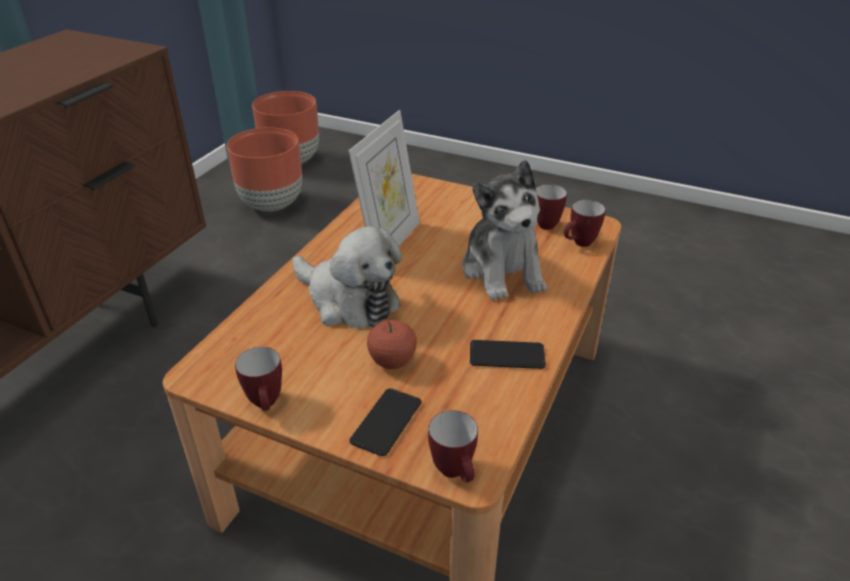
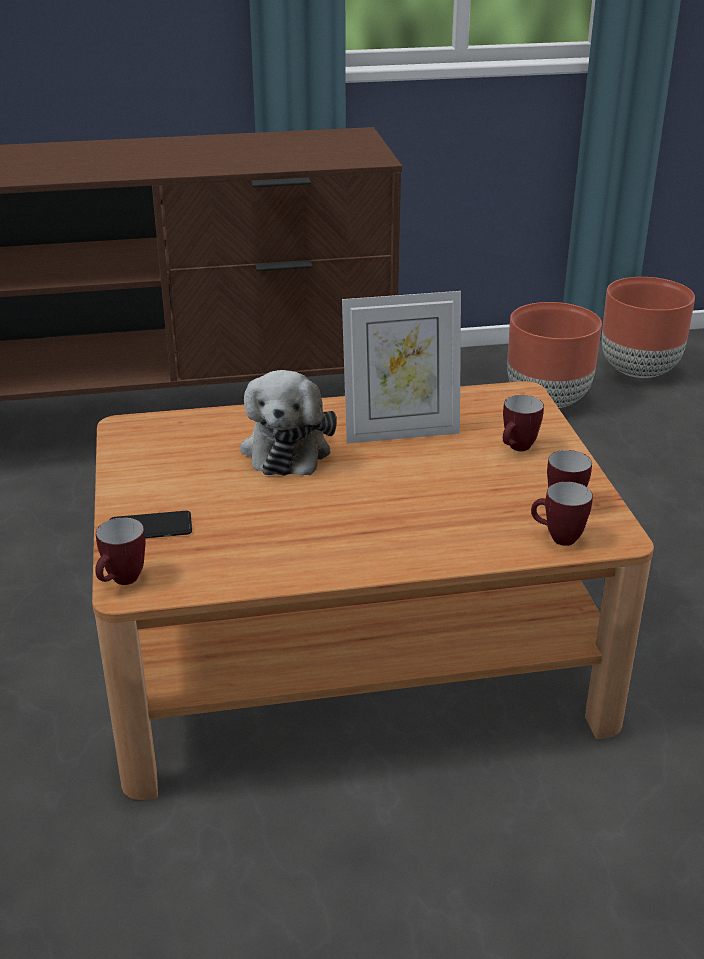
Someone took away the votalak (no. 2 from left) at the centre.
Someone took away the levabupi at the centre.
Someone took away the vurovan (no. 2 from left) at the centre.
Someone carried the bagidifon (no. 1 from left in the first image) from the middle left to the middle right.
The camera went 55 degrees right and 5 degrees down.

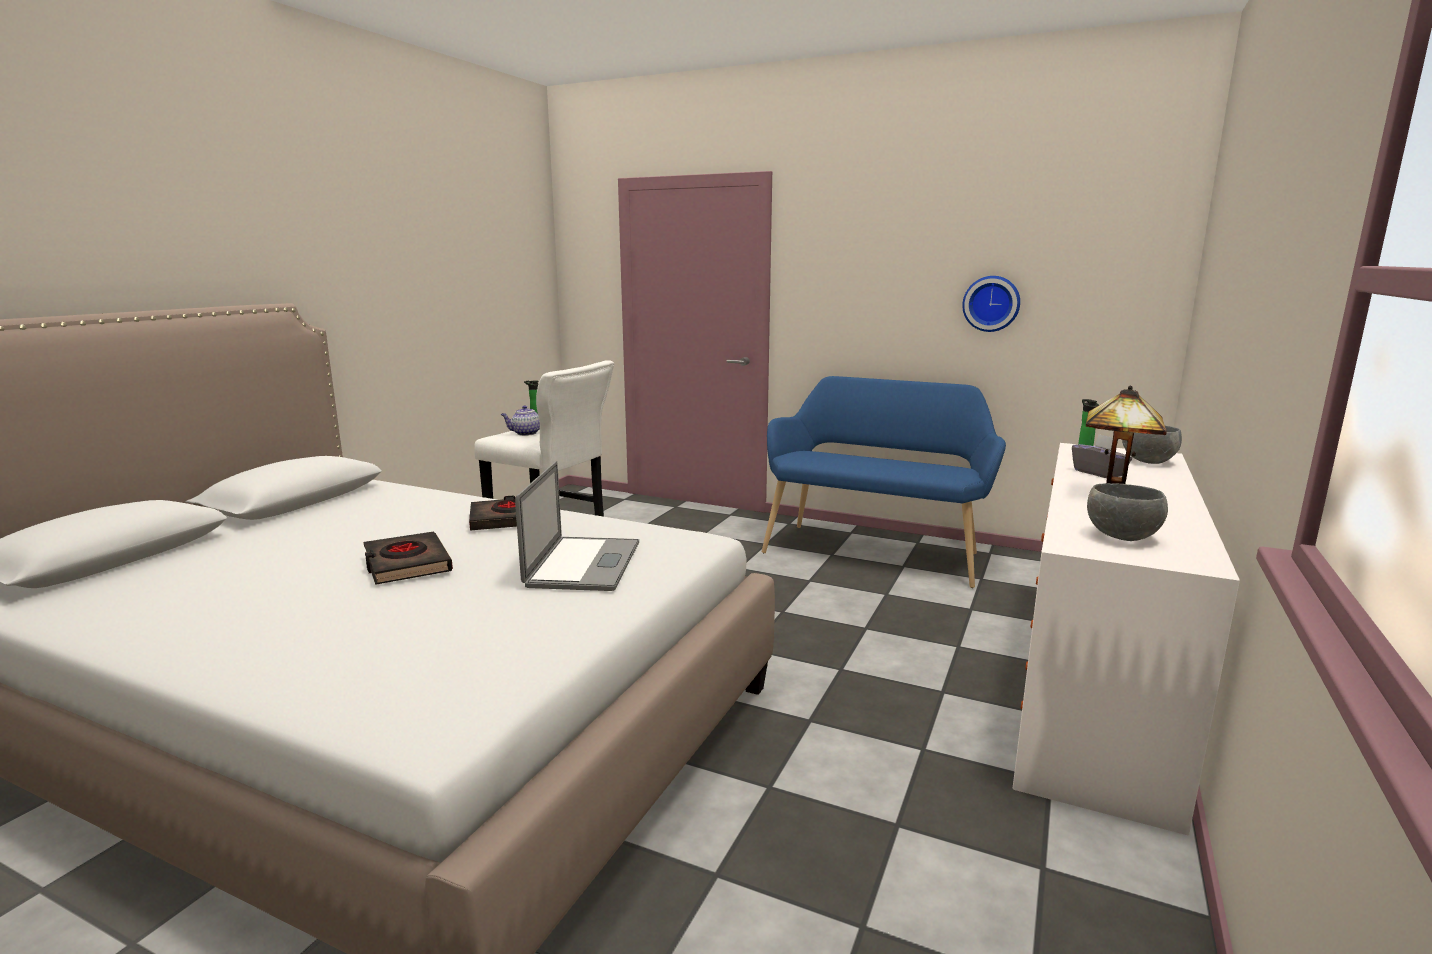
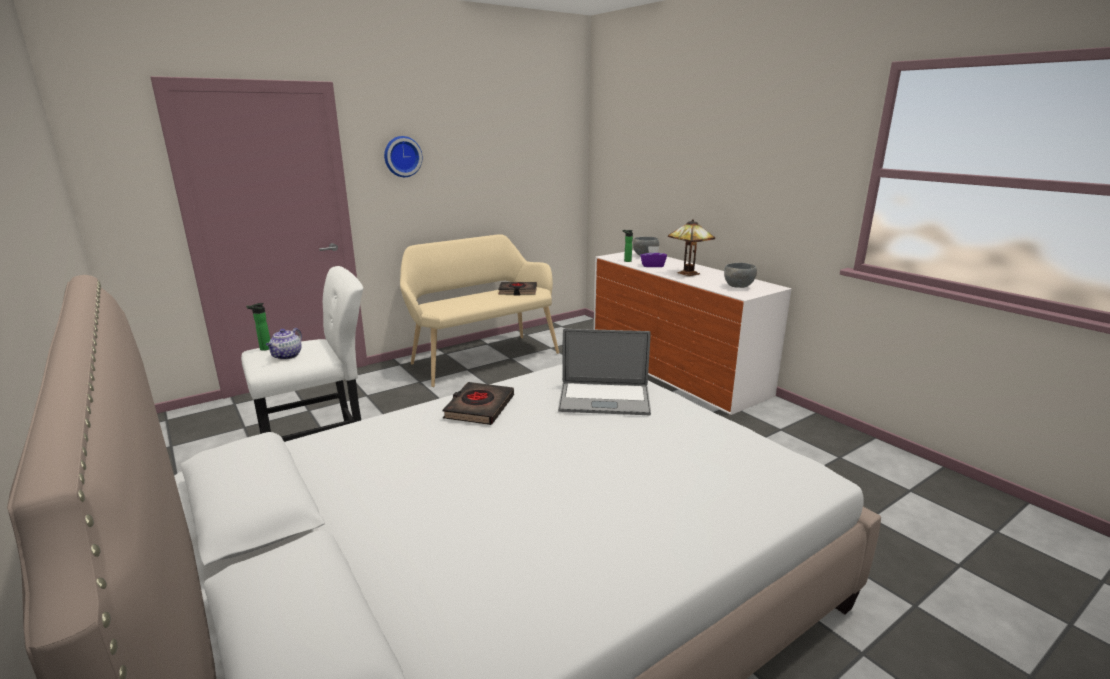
Someone carried the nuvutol from the top right to the top centre.
Someone repainted the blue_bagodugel at the centre, which became the beige_bagodugel at the centre.
Someone repainted the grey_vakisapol at the middle right, which became the purple_vakisapol at the centre.
Someone rotated the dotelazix at the centre by 150 degrees clockwise.
Someone carried the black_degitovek (no. 1 from left in the first image) from the middle left to the centre.
The camera went 60 degrees left and 5 degrees up.

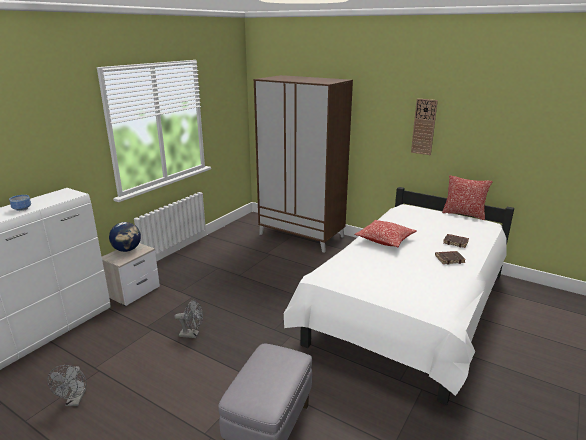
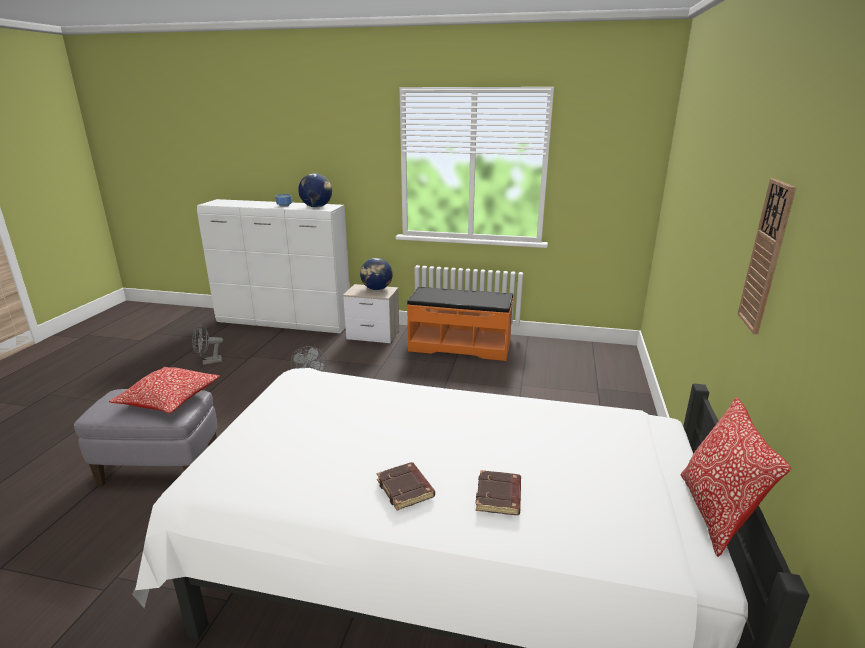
Someone took away the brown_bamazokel at the centre.
Someone carried the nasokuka (no. 1 from left) from the centre to the middle left.
Someone put down the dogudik (no. 1 from left) at the top centre.
Someone put down the orange_bagodugel at the centre.
The camera went 70 degrees right and 0 degrees up.

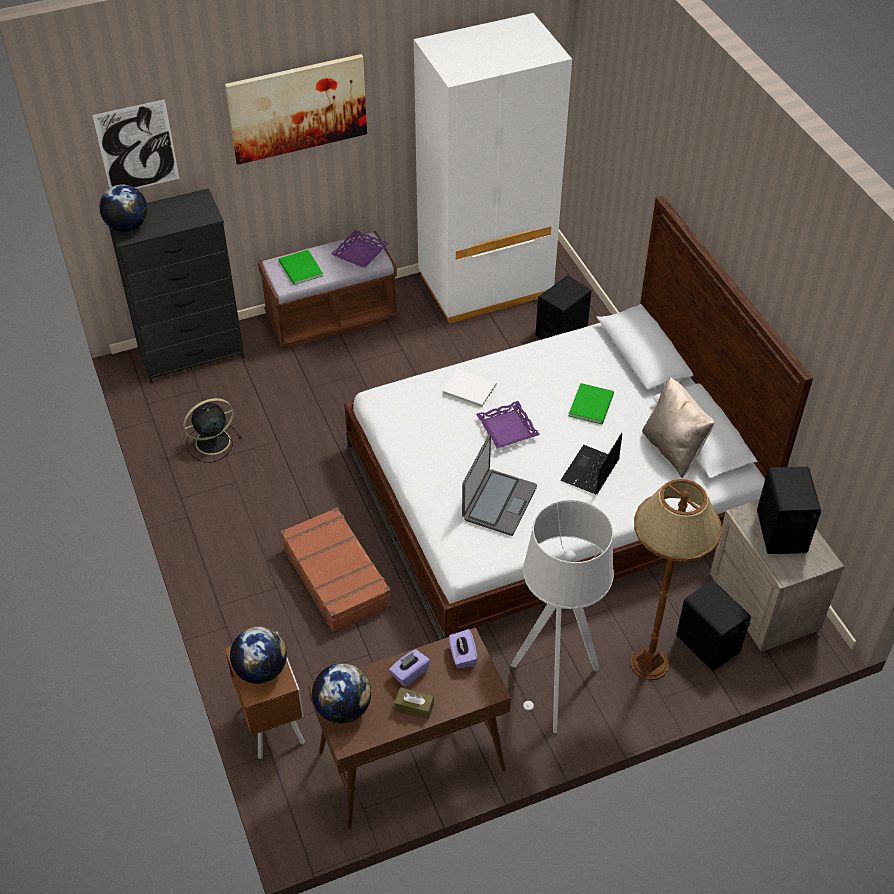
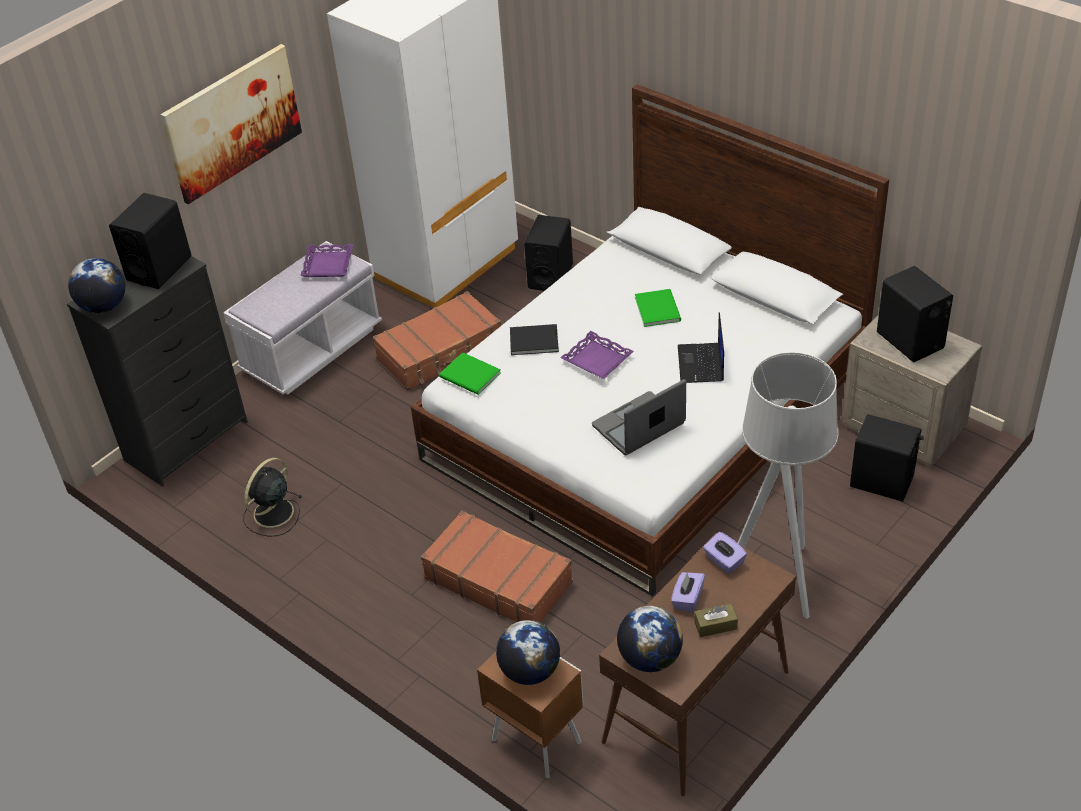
Someone took away the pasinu (no. 1 from left) at the top left.
Someone repainted the brown_bagodugel at the top centre, which became the white_bagodugel at the middle left.
Someone carried the green_degitovek (no. 1 from left) from the top centre to the centre.
Someone repainted the white_degitovek at the centre, which became the black_degitovek at the centre.
Someone took away the beige_nasokuka at the middle right.
Someone rotated the dotelazix (no. 1 from left) at the centre by 120 degrees counterclockwise.
Someone took away the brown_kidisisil at the middle right.
Someone put down the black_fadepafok (no. 1 from left) at the top left.
Someone put down the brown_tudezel (no. 1 from left) at the centre.
The camera went 25 degrees left and 5 degrees down.

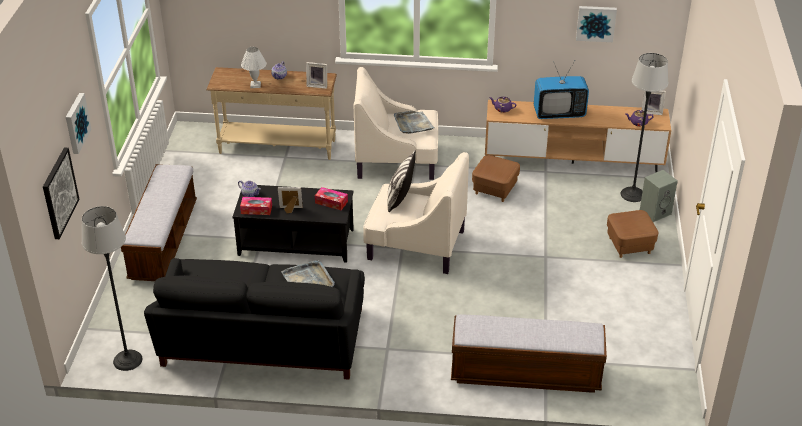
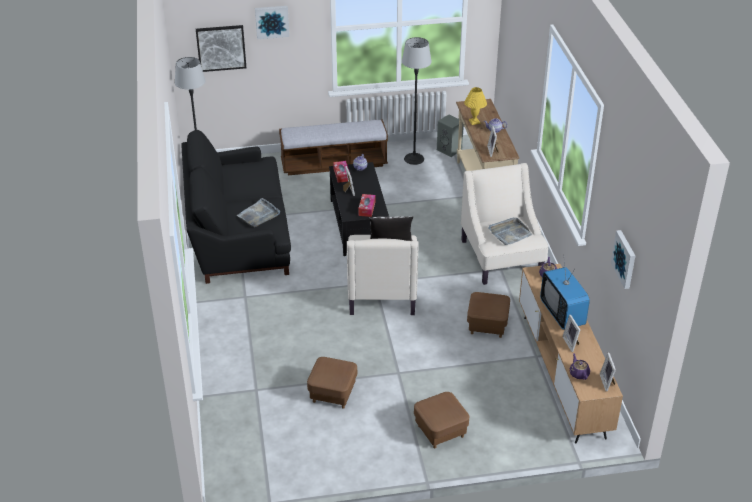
Someone repainted the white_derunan at the top left, which became the yellow_derunan at the top centre.
Someone carried the kidisisil (no. 2 from left) from the top right to the top centre.
Someone carried the grey_fadepafok from the middle right to the top centre.
Someone took away the bagodugel (no. 2 from left) at the bottom centre.
Someone put down the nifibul (no. 3 from left) at the middle right.
Someone put down the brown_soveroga (no. 1 from left) at the bottom centre.
The camera went 75 degrees right and 0 degrees up.

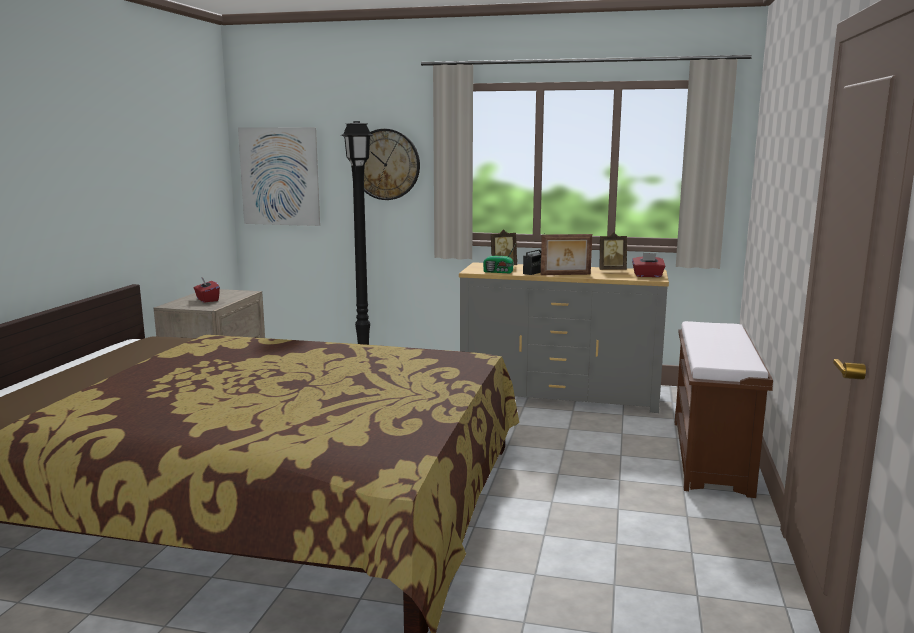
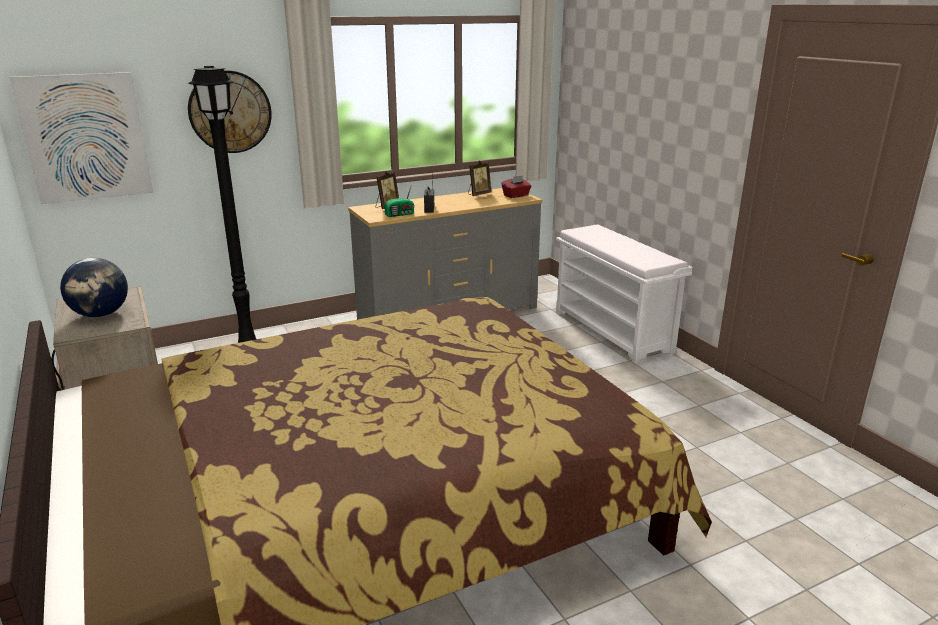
Someone took away the nifibul (no. 2 from left) at the centre.
Someone swapped the red_vakisapol (no. 1 from left) at the middle left for the dogudik at the middle left.
Someone repainted the brown_bagodugel at the middle right, which became the white_bagodugel at the centre.
The camera went 40 degrees left and 10 degrees up.

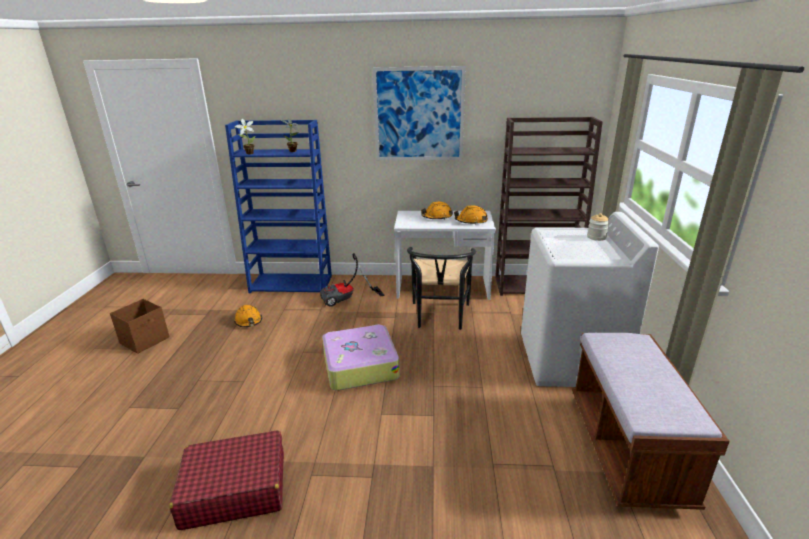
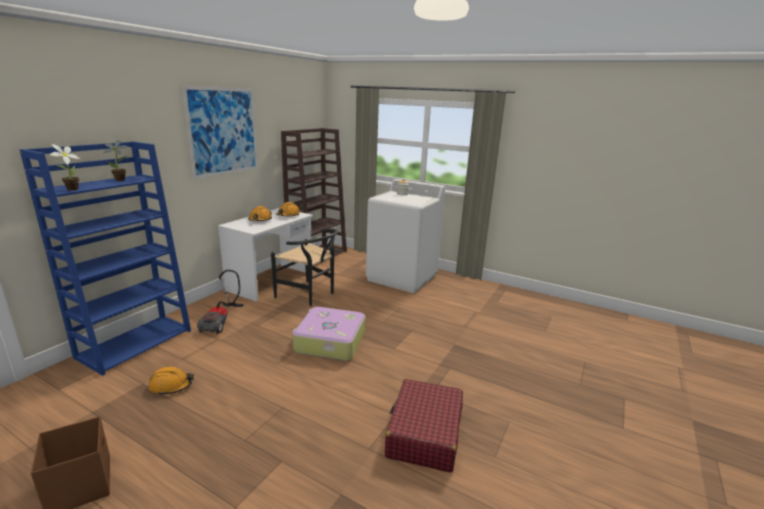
Someone took away the brown_bagodugel at the bottom right.
The camera went 65 degrees left and 5 degrees down.

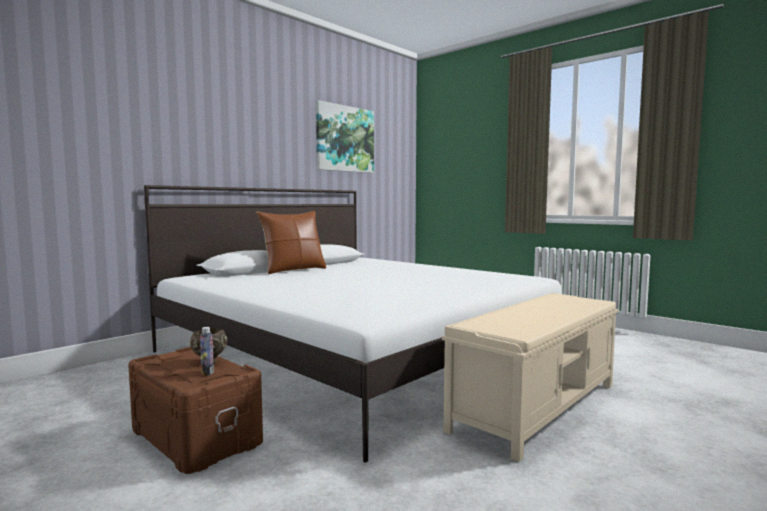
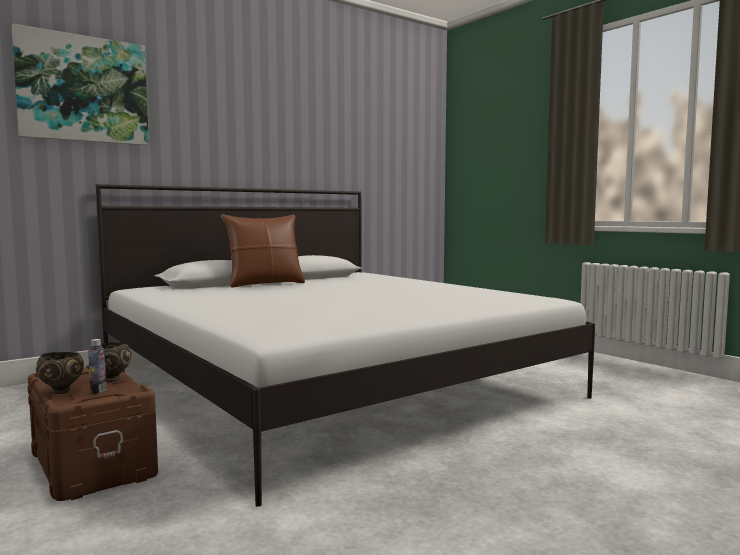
Someone carried the pasinu from the top centre to the top left.
Someone took away the beige_bagodugel at the bottom right.
Someone put down the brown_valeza (no. 1 from left) at the bottom left.
The camera went 10 degrees right and 0 degrees up.

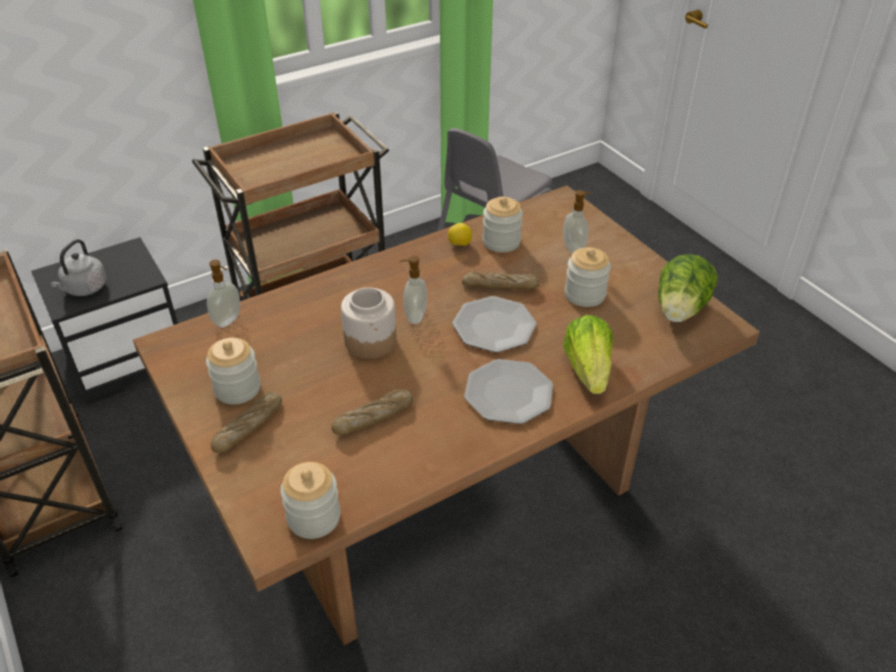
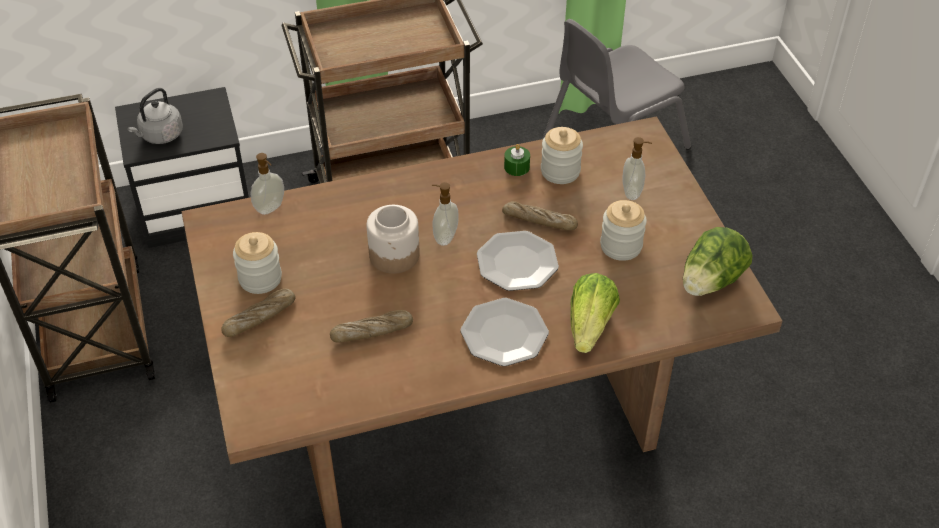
Someone swapped the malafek at the centre for the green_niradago at the top centre.
Someone took away the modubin (no. 2 from left) at the bottom centre.
The camera went 15 degrees right and 5 degrees up.

